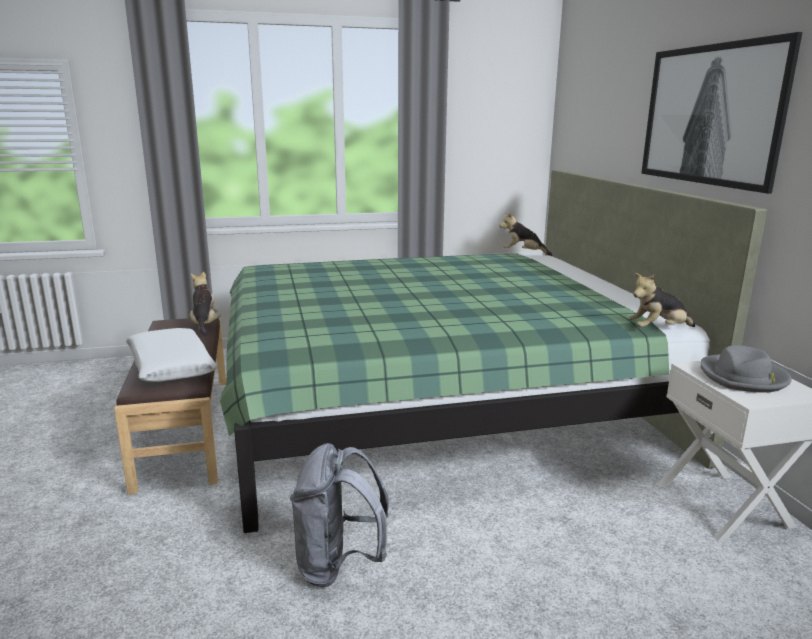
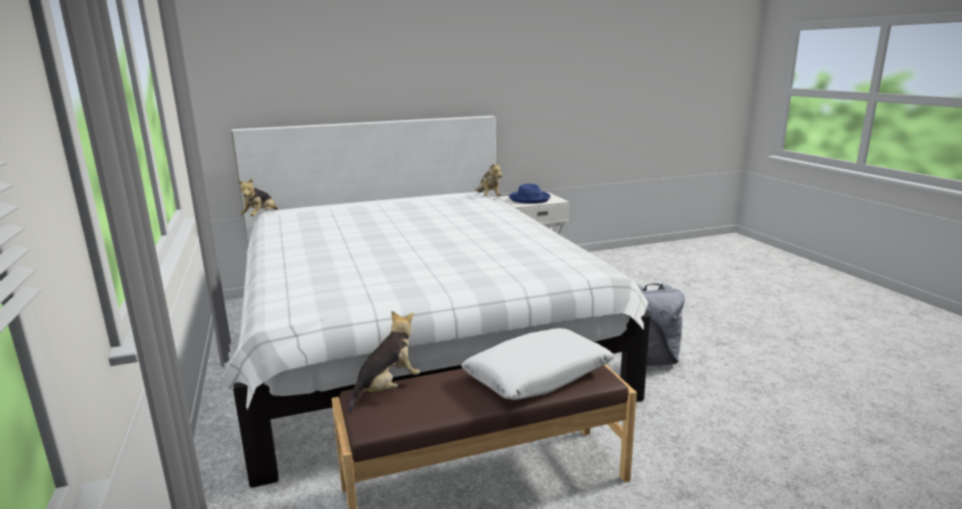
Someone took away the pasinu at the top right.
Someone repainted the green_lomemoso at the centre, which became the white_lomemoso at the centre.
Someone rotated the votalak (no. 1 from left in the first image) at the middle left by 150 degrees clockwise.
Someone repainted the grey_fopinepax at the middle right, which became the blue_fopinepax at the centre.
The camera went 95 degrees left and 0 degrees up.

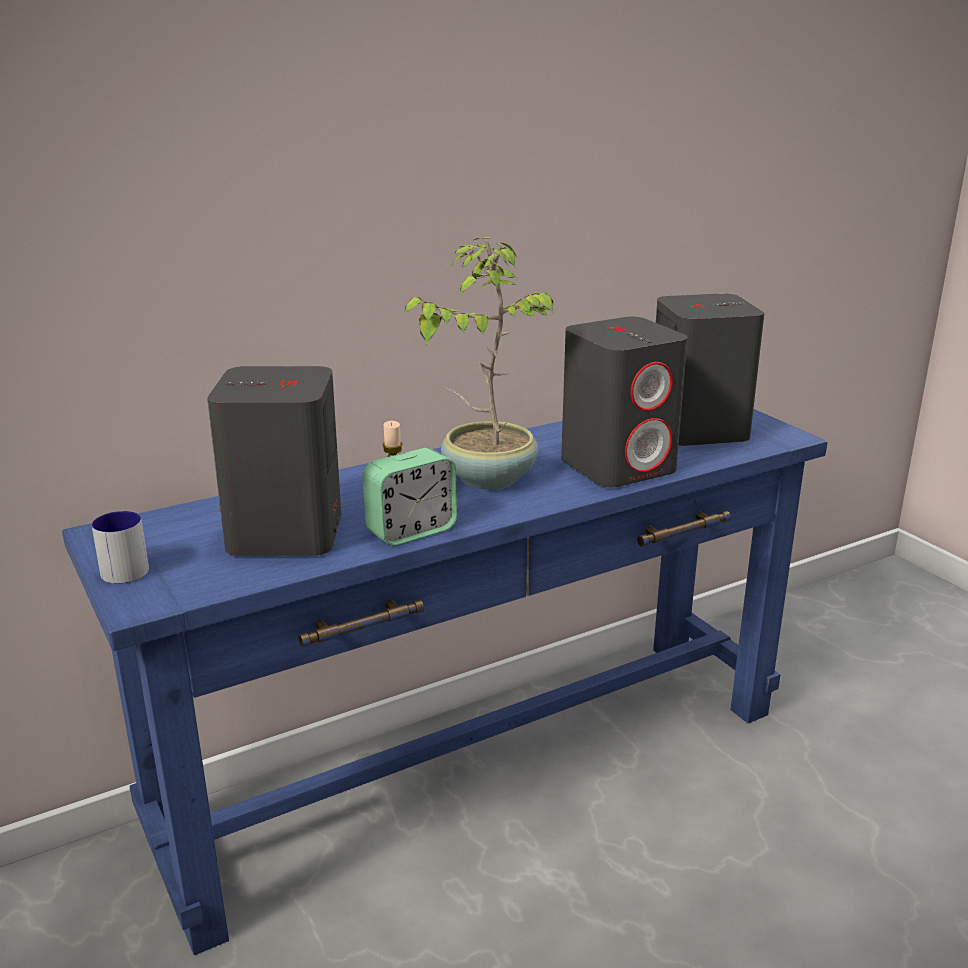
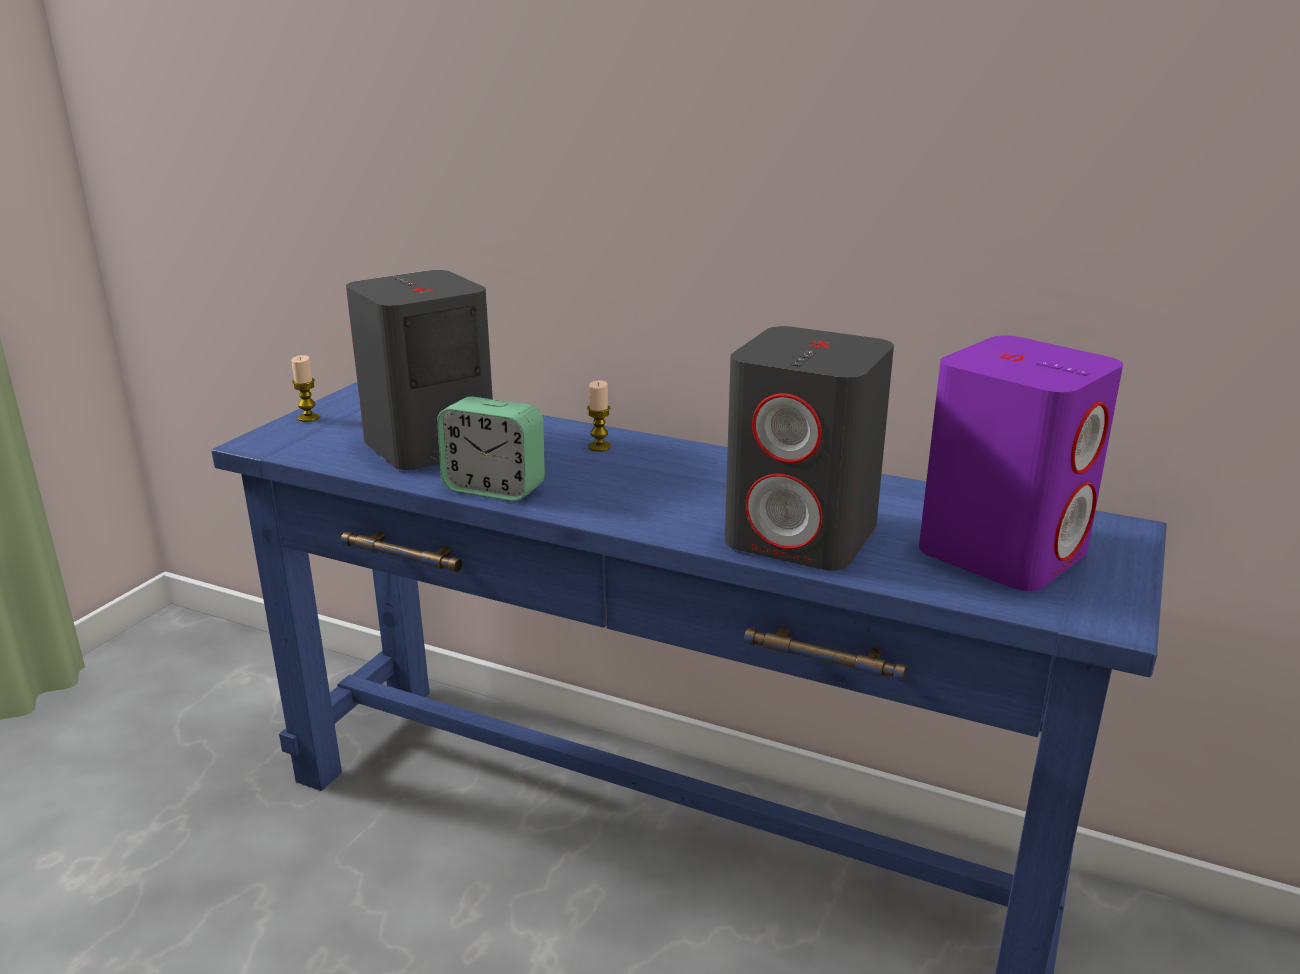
Someone took away the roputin at the centre.
Someone repainted the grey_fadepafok (no. 3 from left) at the middle right, which became the purple_fadepafok at the middle right.
Someone swapped the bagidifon at the middle left for the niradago (no. 1 from left) at the middle left.
The camera went 55 degrees right and 0 degrees up.

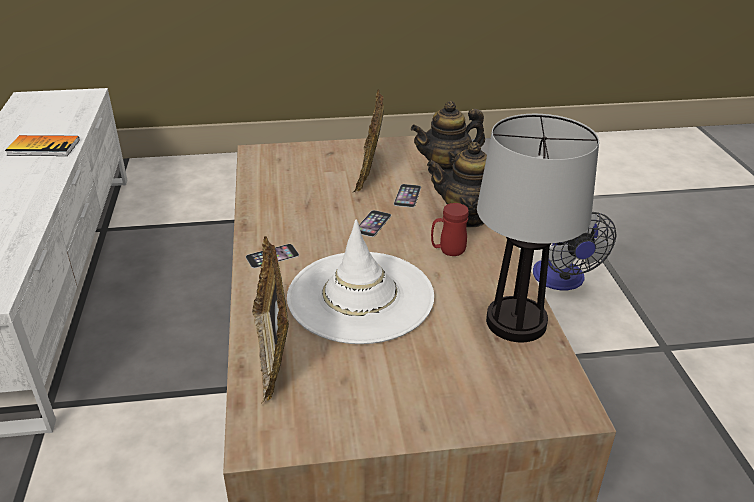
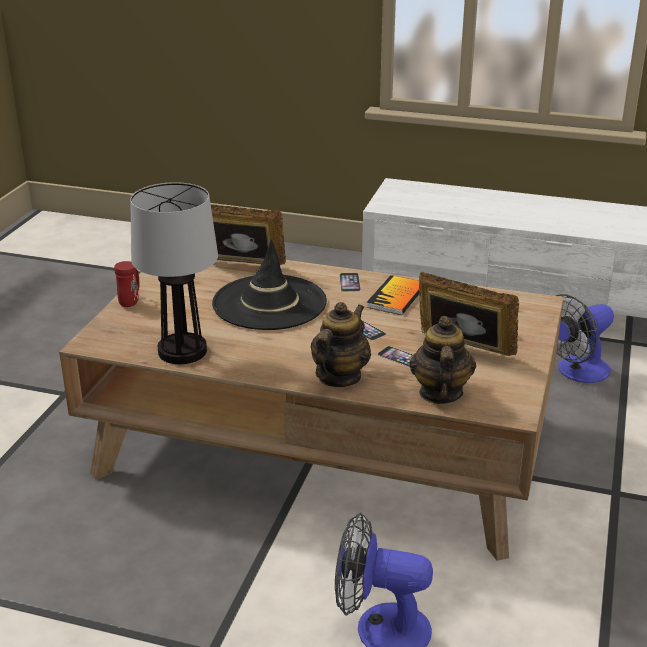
Someone carried the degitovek from the top left to the centre.
Someone carried the red_bagidifon from the centre to the middle left.
Someone repainted the white_fopinepax at the centre, which became the black_fopinepax at the centre.
Someone put down the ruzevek (no. 2 from left) at the middle right.
The camera went 115 degrees right and 5 degrees down.

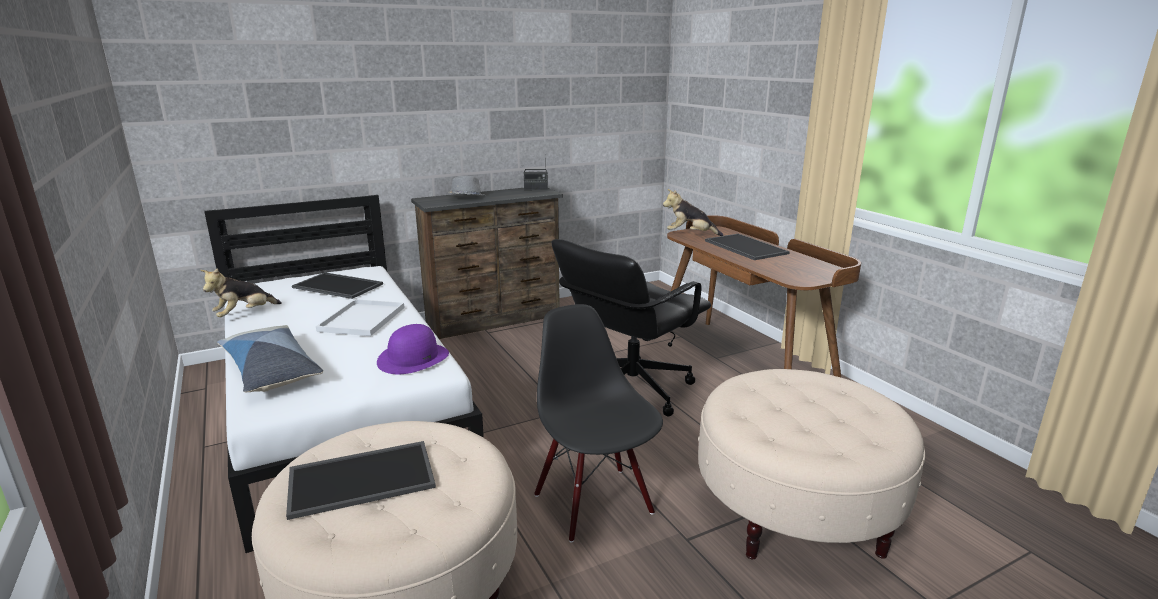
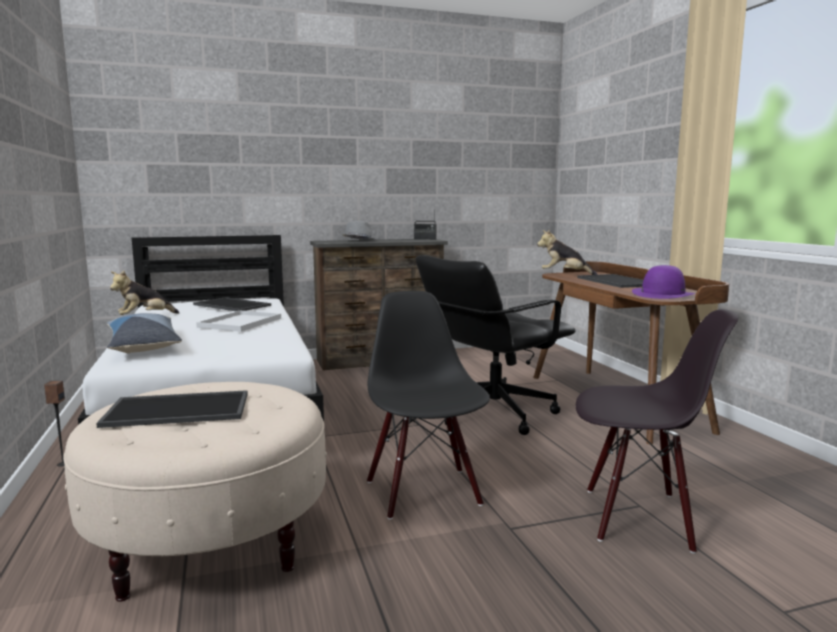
Someone carried the purple_fopinepax from the centre to the middle right.
Someone swapped the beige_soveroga (no. 2 from left) at the bottom right for the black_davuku (no. 2 from left) at the bottom right.
Someone put down the fadepafok at the bottom left.
The camera went 10 degrees right and 10 degrees down.

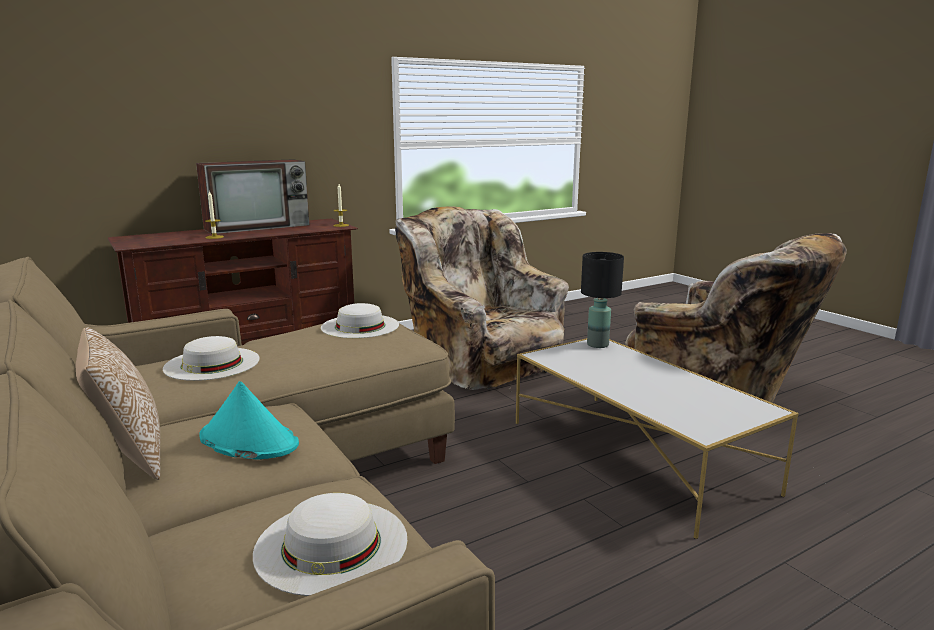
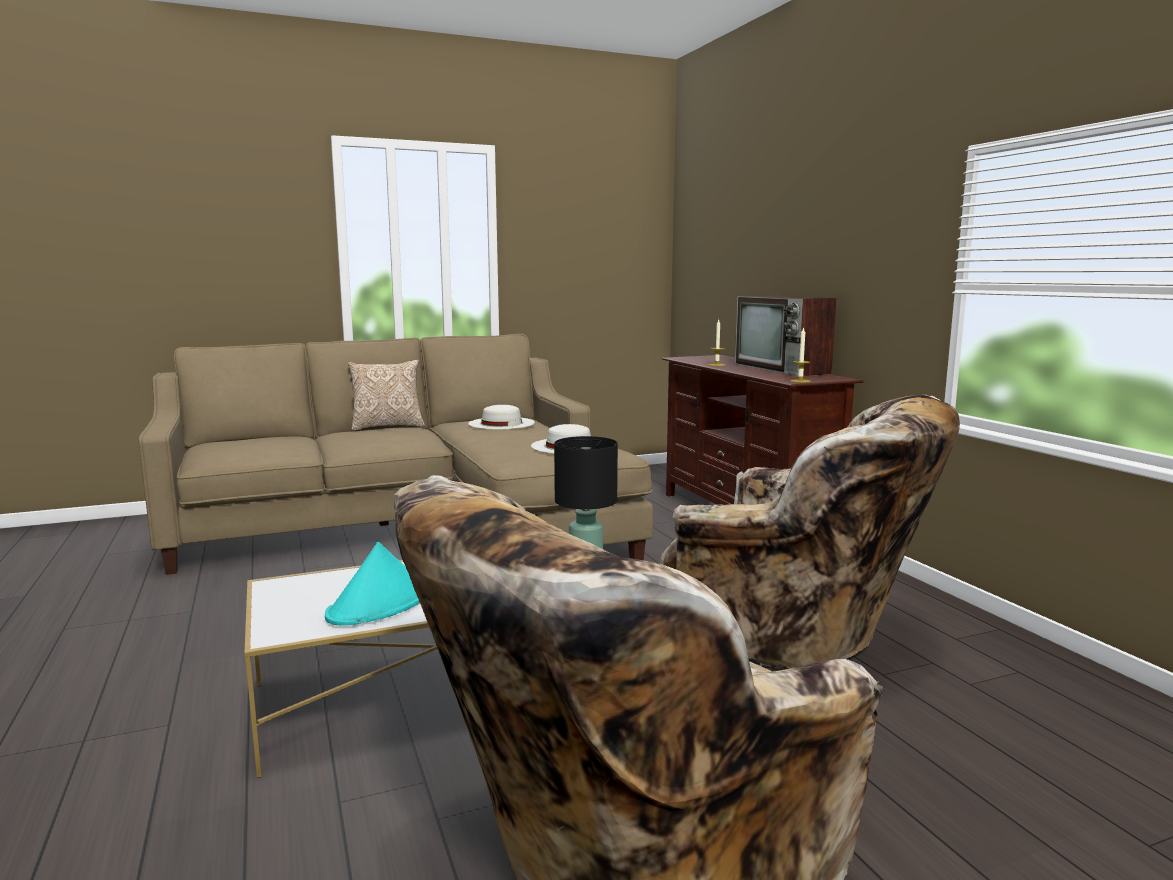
Someone rotated the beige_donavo (no. 1 from left in the first image) at the centre by 60 degrees clockwise.
Someone carried the turquoise_fopinepax from the bottom left to the middle left.
Someone took away the white_fopinepax (no. 2 from left) at the bottom centre.
The camera went 100 degrees right and 5 degrees down.

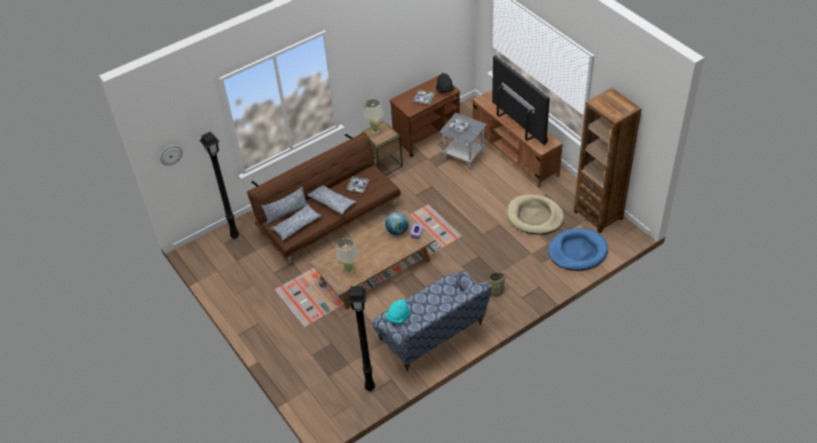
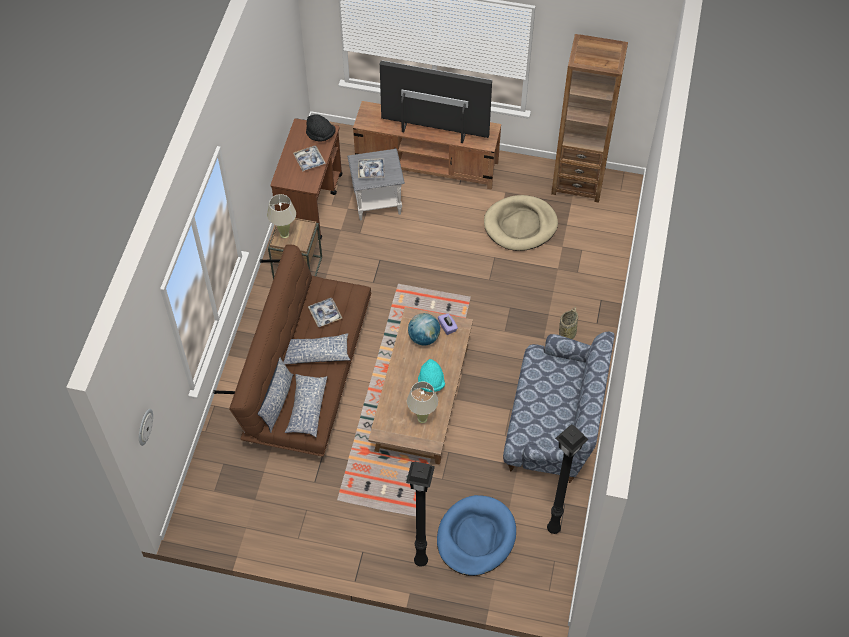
Someone carried the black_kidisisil (no. 1 from left) from the middle left to the bottom centre.
Someone carried the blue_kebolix from the middle right to the bottom centre.
Someone carried the turquoise_fopinepax from the bottom centre to the centre.
The camera went 45 degrees left and 10 degrees up.

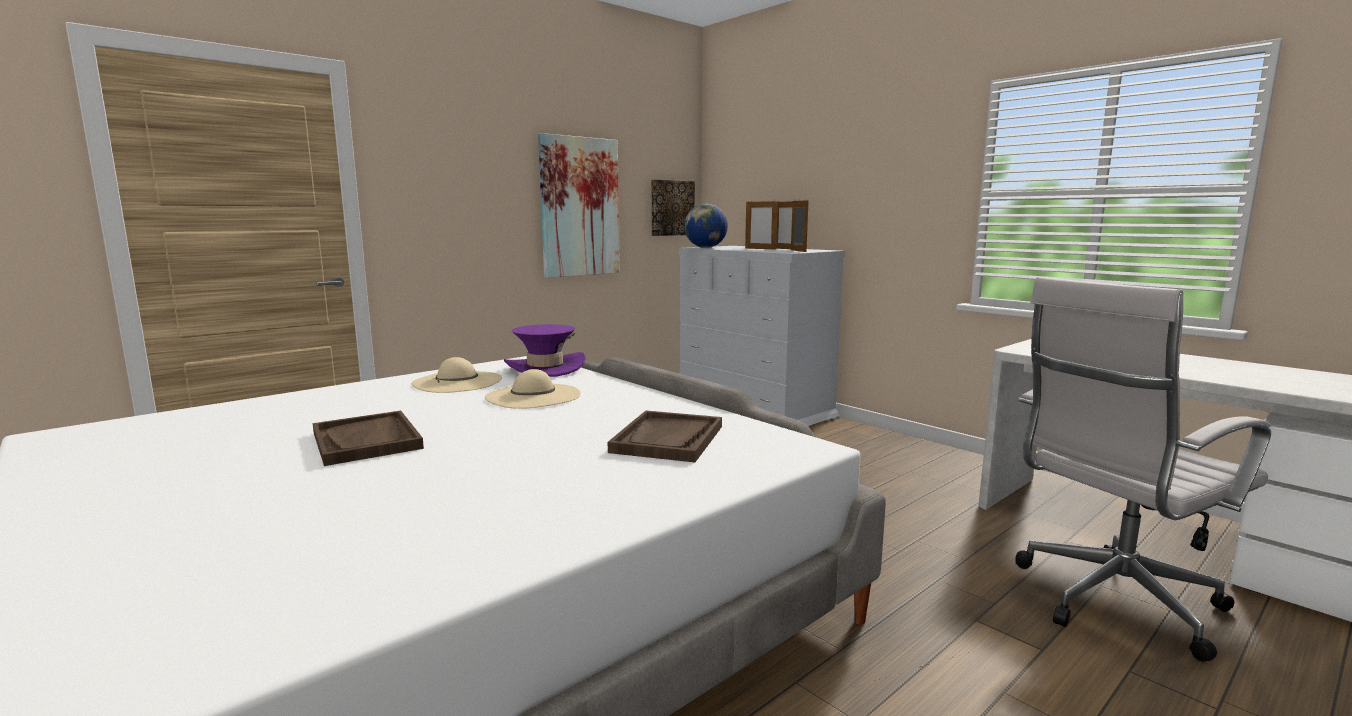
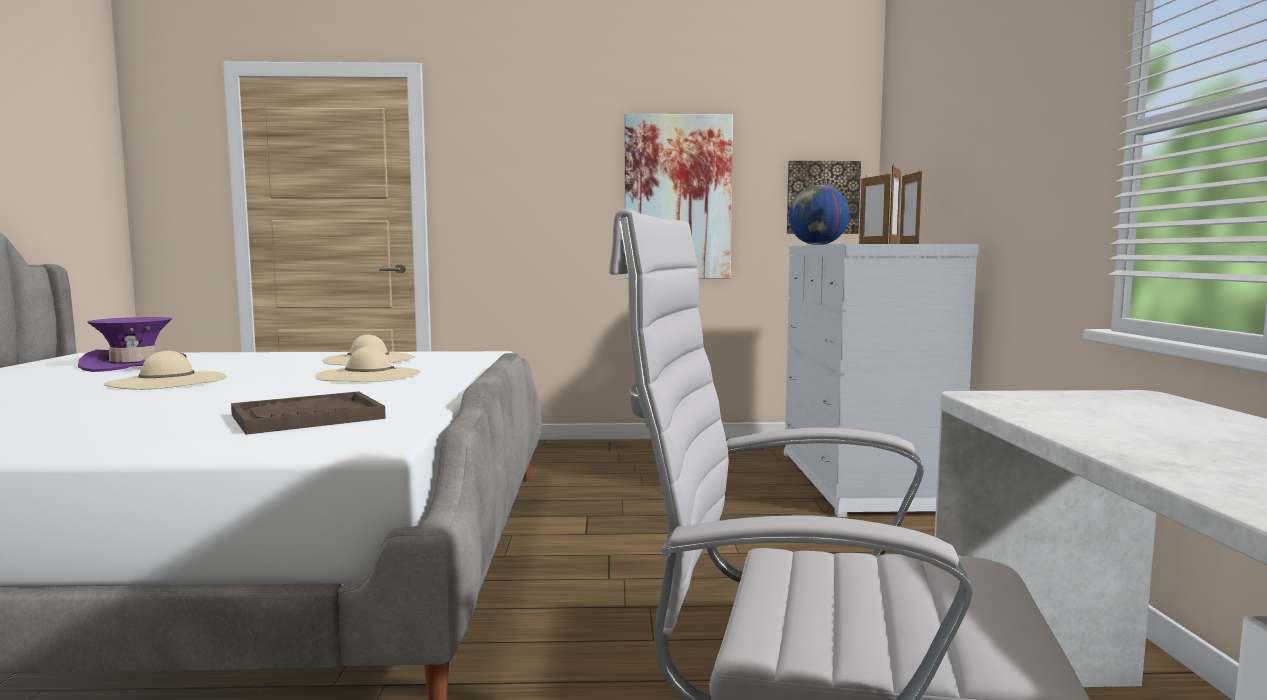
Someone carried the purple_fopinepax from the centre to the middle left.
Someone swapped the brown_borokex (no. 1 from left) at the middle left for the beige_fopinepax (no. 1 from left) at the middle left.
The camera went 40 degrees right and 5 degrees down.

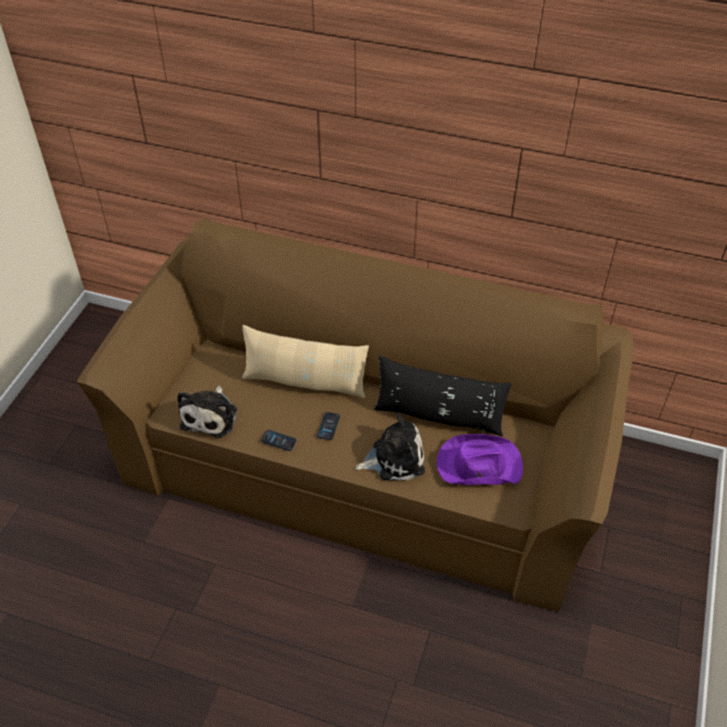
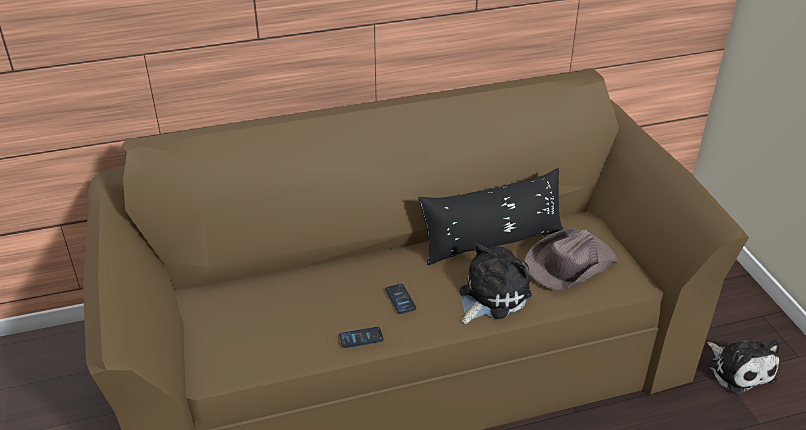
Someone took away the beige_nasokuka at the centre.
Someone carried the votalak (no. 1 from left in the first image) from the middle left to the bottom right.
Someone repainted the purple_fopinepax at the centre, which became the brown_fopinepax at the middle right.
The camera went 35 degrees left and 10 degrees down.

